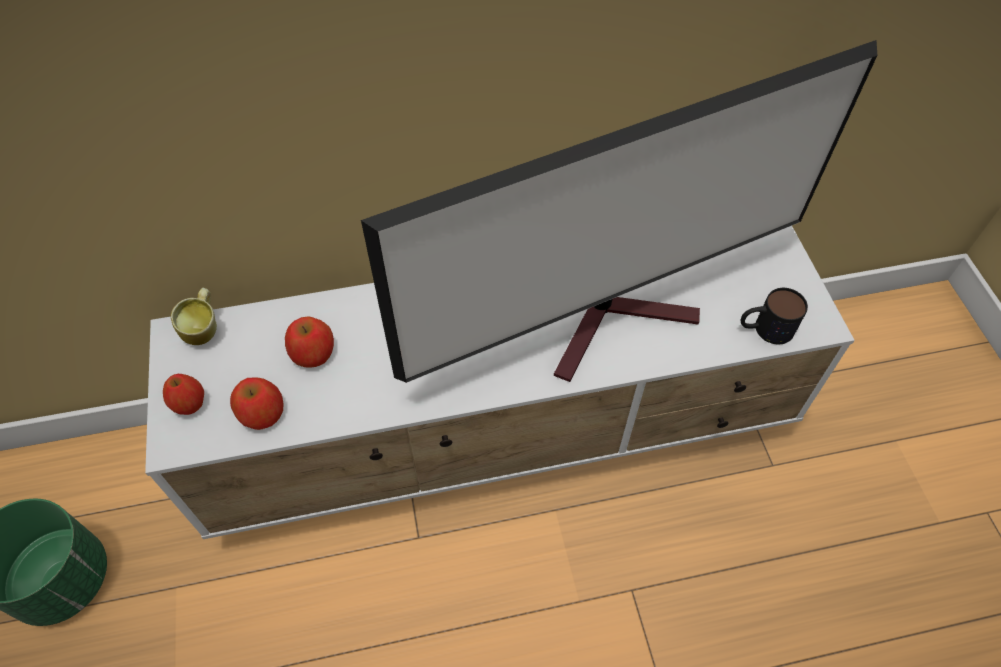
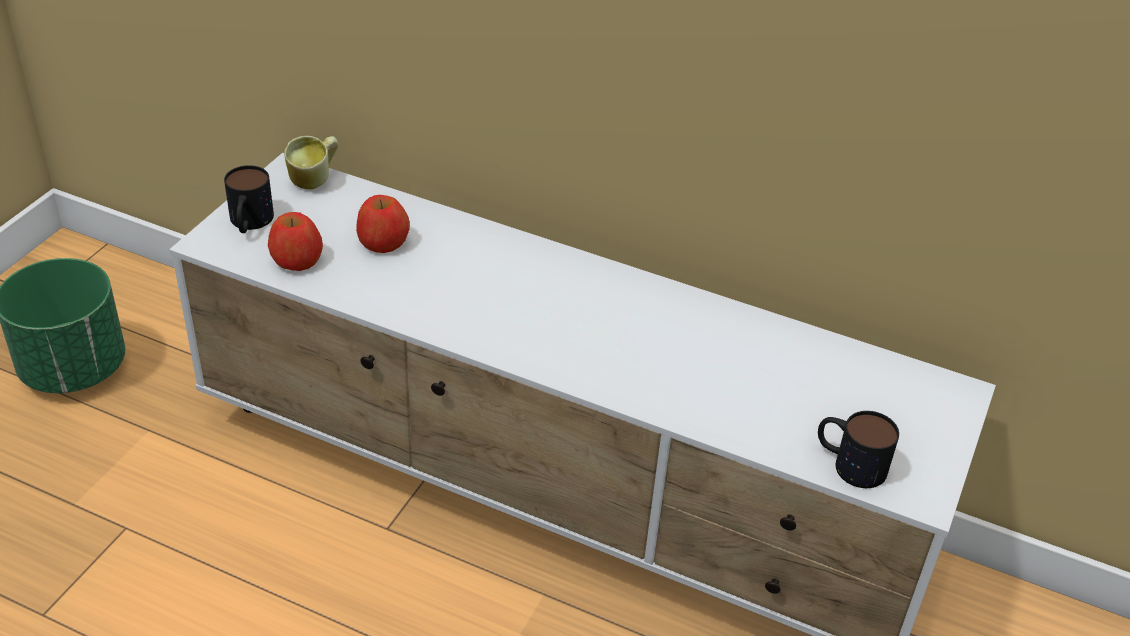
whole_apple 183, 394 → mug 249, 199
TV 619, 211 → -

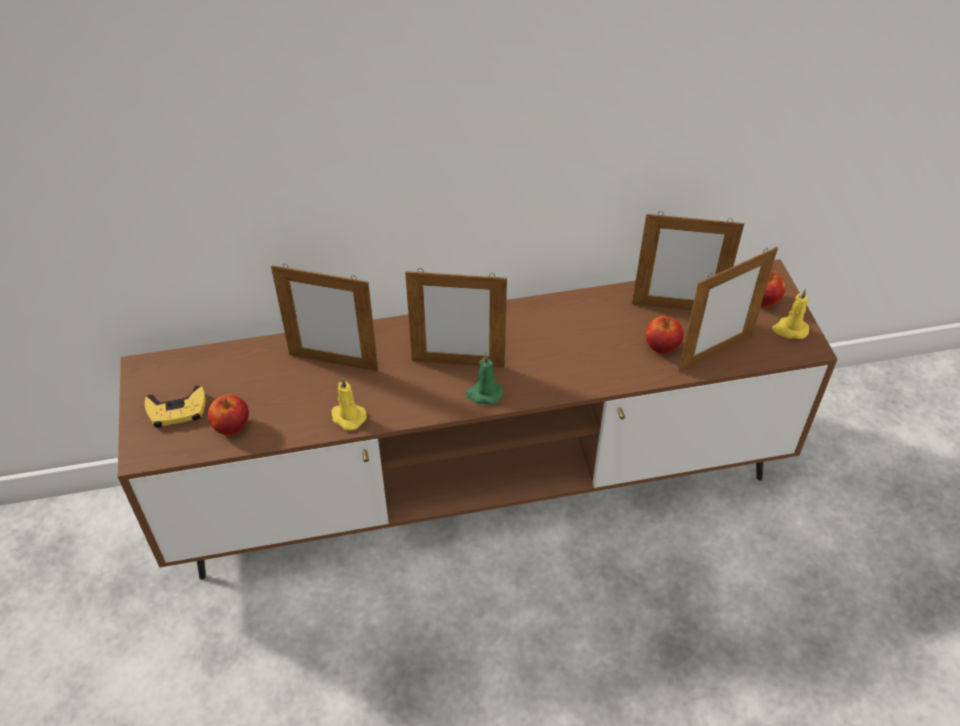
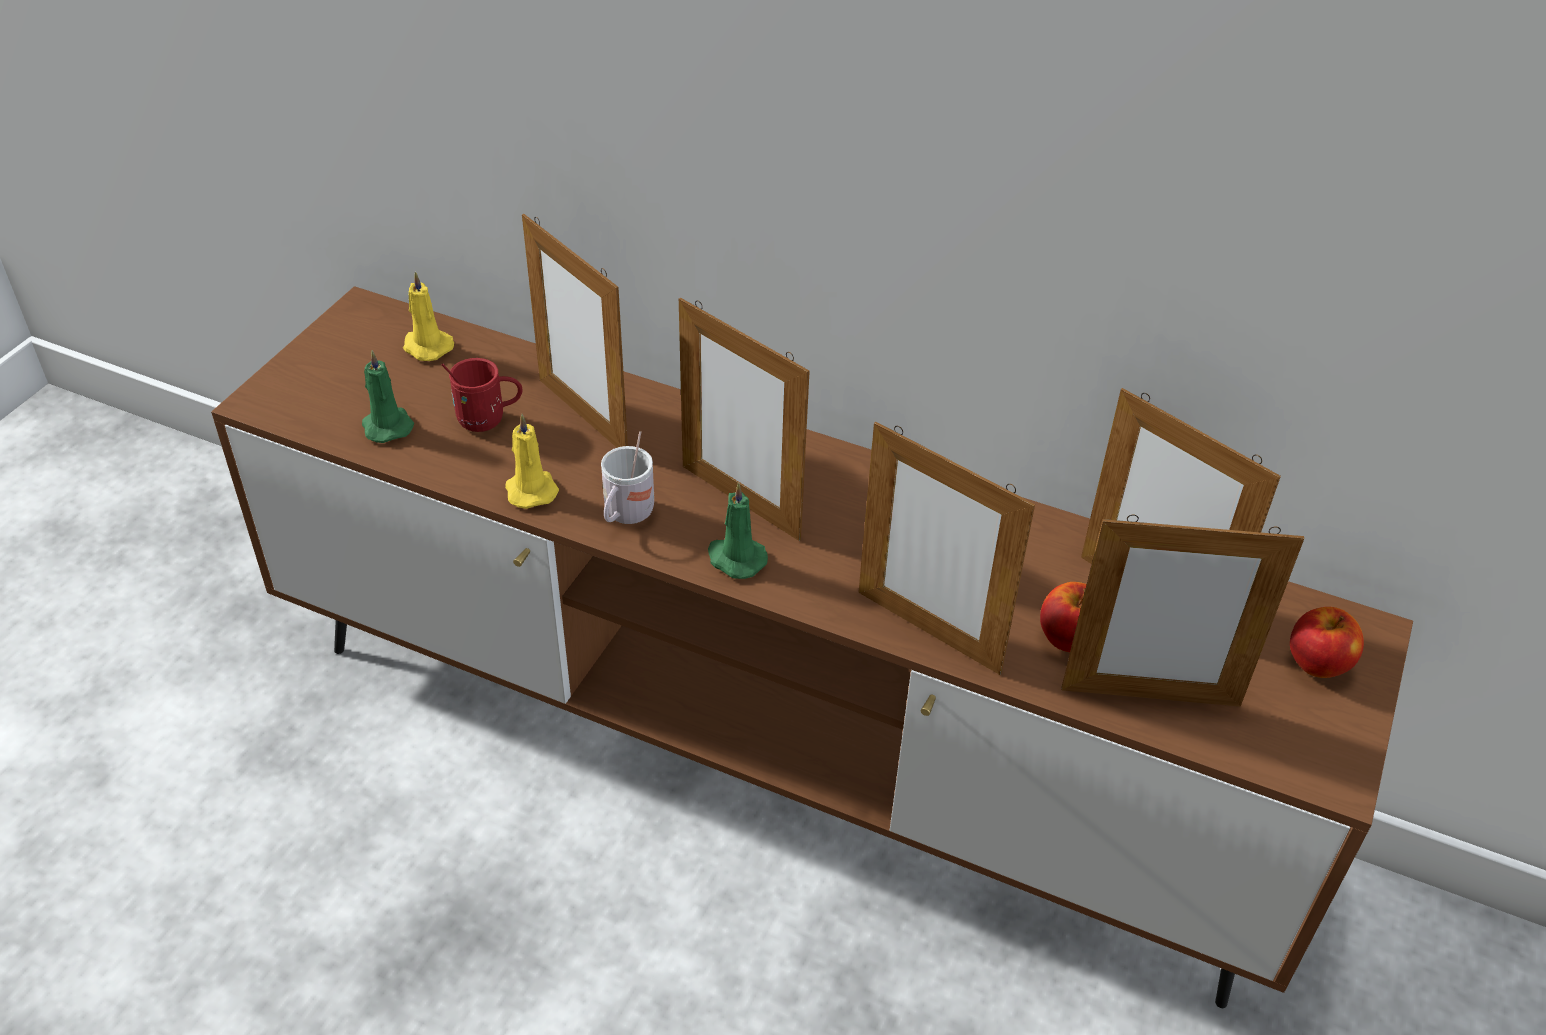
whole_apple 228, 415 → greenish_candle 388, 396
yellow-coloured_candle 790, 314 → yellow-coloured_candle 428, 316, move
- → red-coloured_mug 482, 395
- → whitish_mug 627, 477
- → photo_frame 946, 548
yellow-coloured_joypad 175, 406 → -

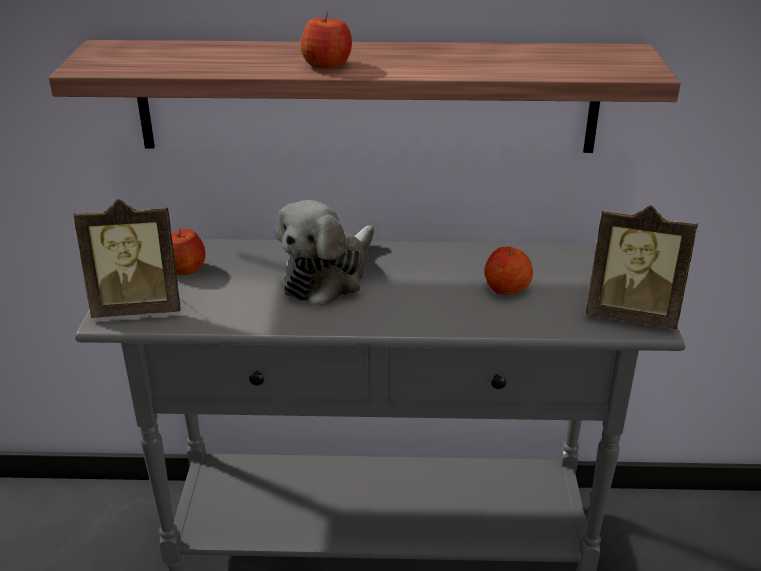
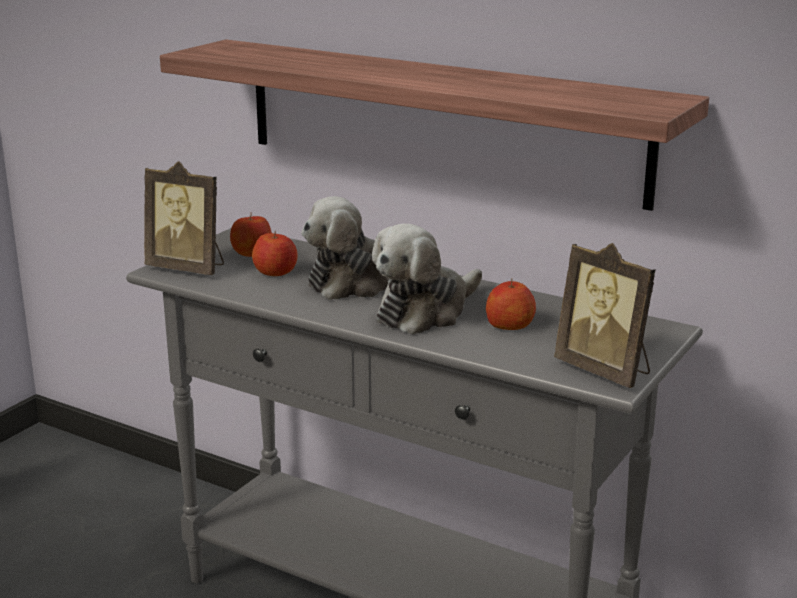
whole_apple 326, 40 → whole_apple 275, 253, move
- → soft_toy 427, 279

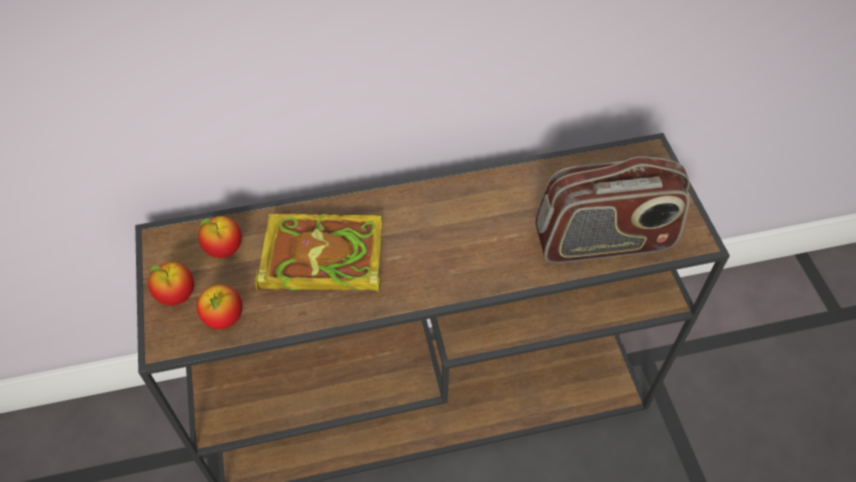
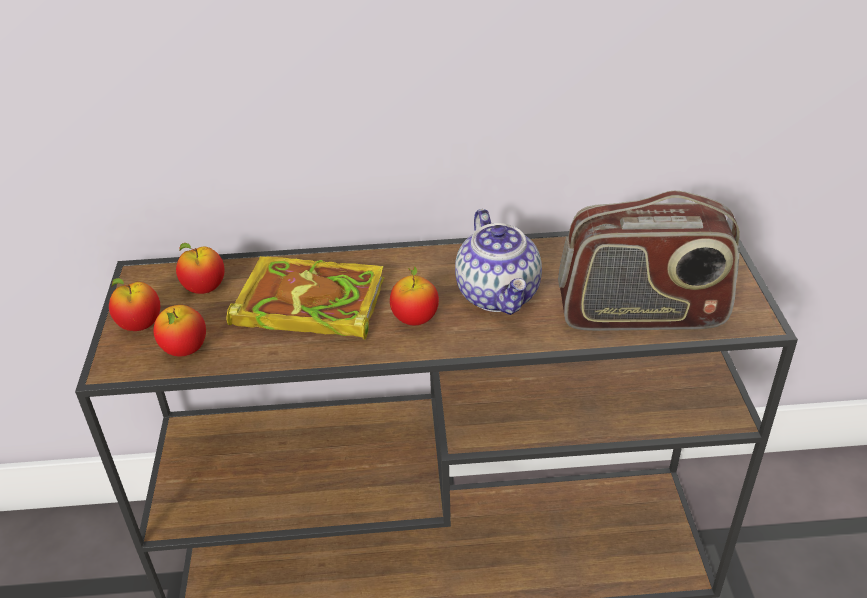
- → whole_apple 414, 295
- → teapot 498, 262

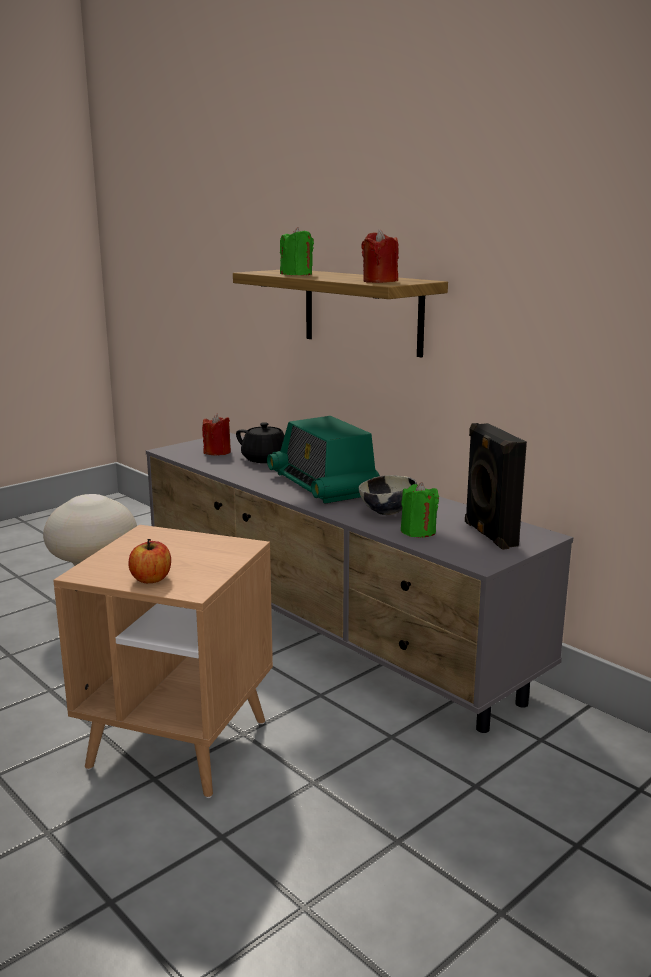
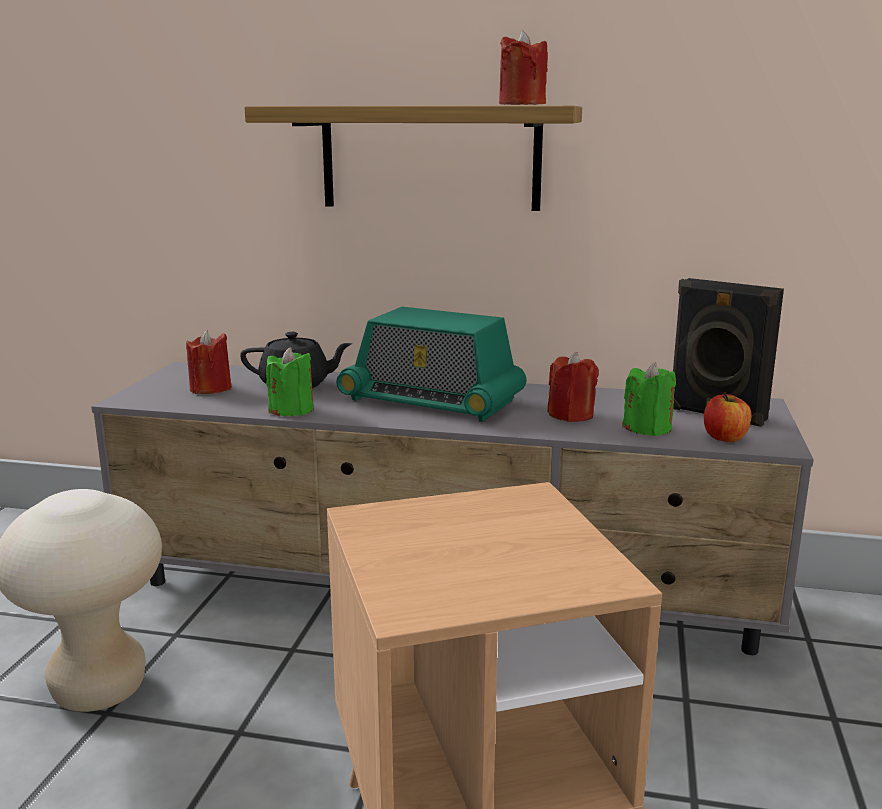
greenish_candle 297, 251 → greenish_candle 290, 381, move
bowl 387, 495 → red-coloured_candle 573, 387
whole_apple 149, 561 → whole_apple 728, 417, move

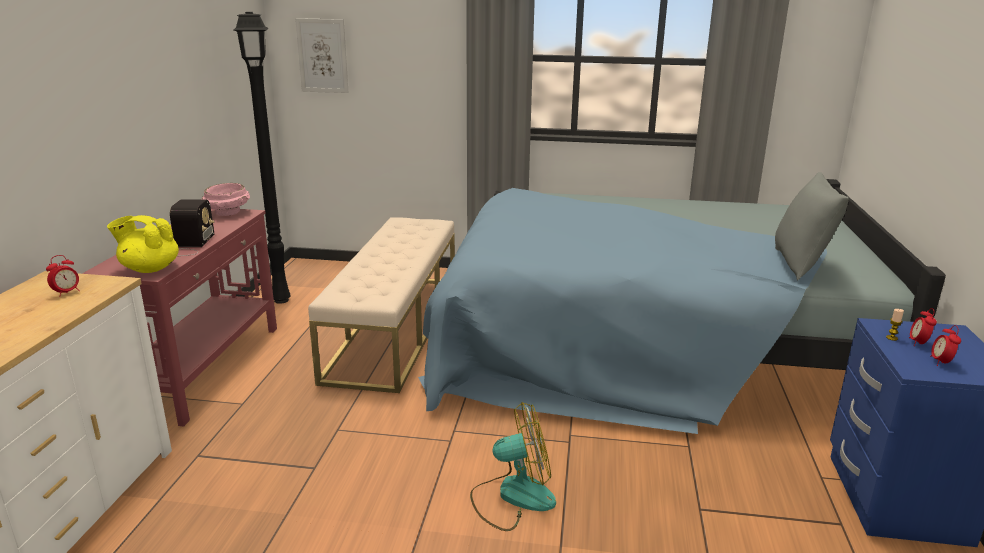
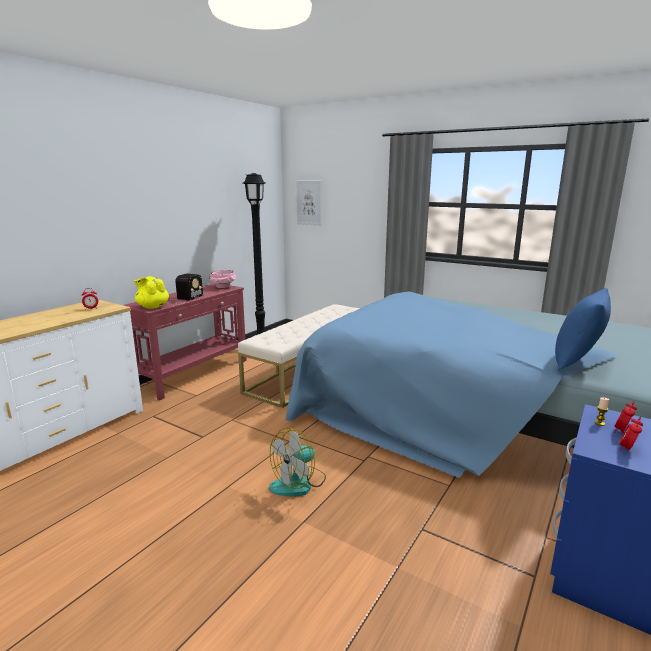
electric_fan 513, 466 → electric_fan 297, 462, 120 degrees clockwise
greyish_throw_pillow 812, 226 → blue_throw_pillow 583, 329

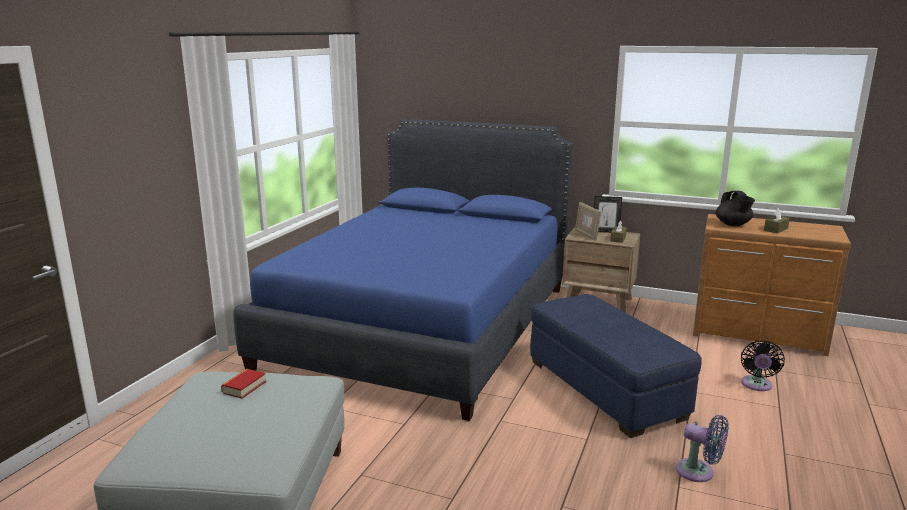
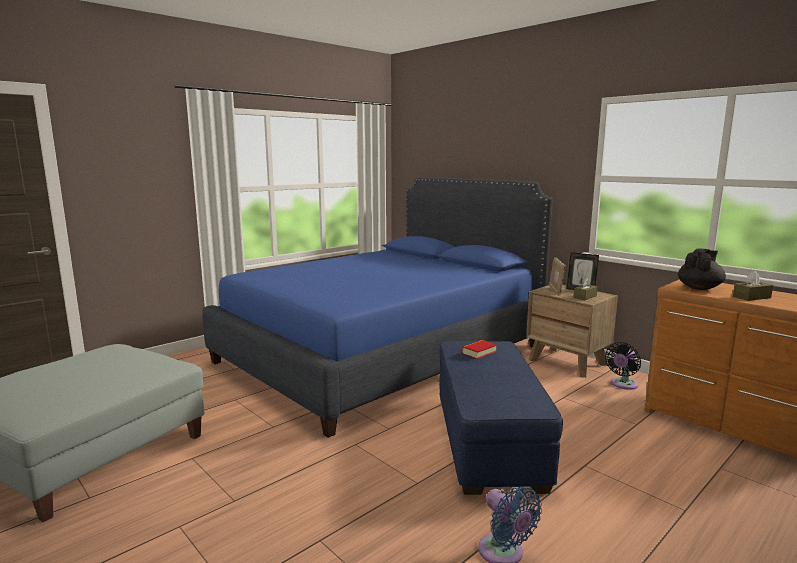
book 243, 384 → book 479, 349, move
blackish_electric_fan 763, 365 → blackish_electric_fan 623, 366, move
blackish_teapot 735, 208 → blackish_teapot 702, 269, 150 degrees counterclockwise

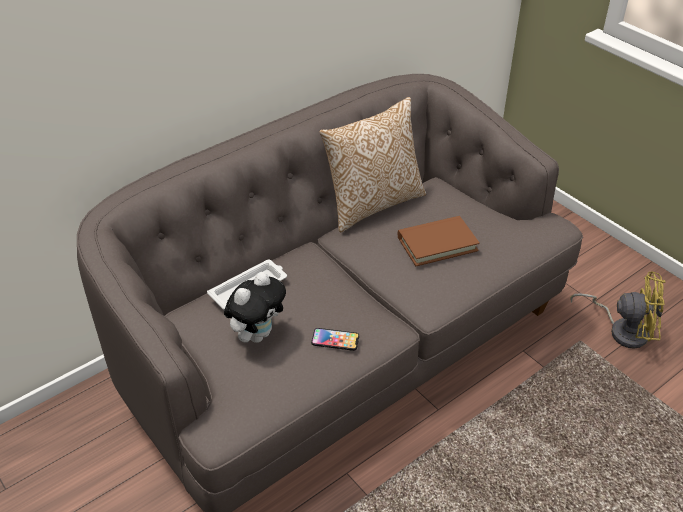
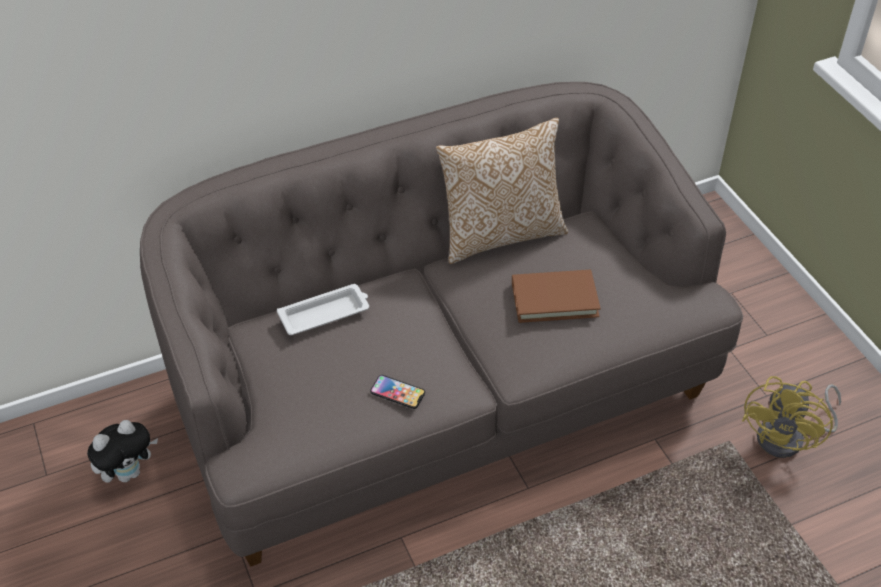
soft_toy 255, 307 → soft_toy 122, 451, move
yellow-coloured_electric_fan 617, 310 → yellow-coloured_electric_fan 791, 417, 90 degrees clockwise

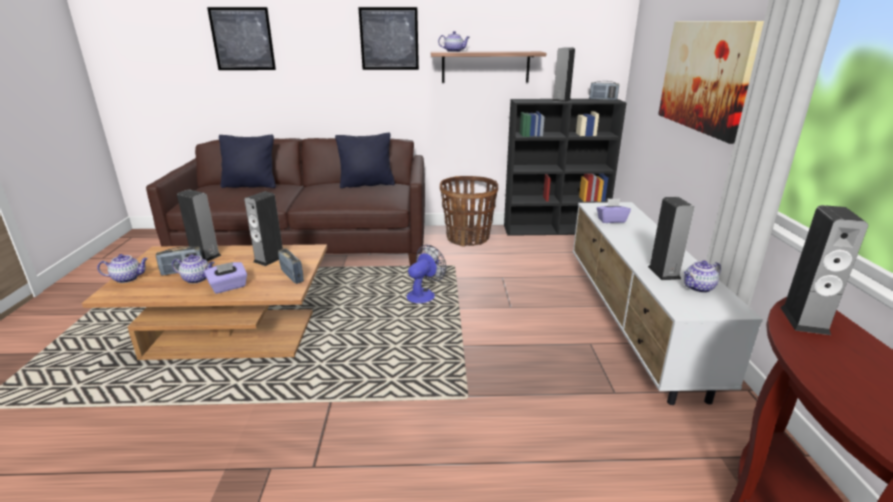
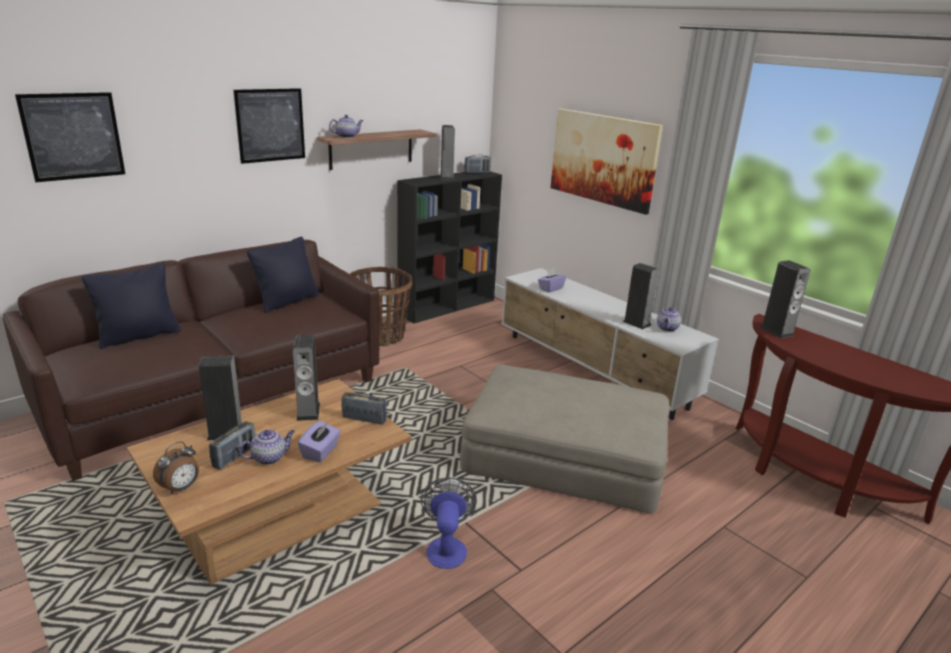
teapot 122, 268 → alarm_clock 176, 467
electric_fan 426, 274 → electric_fan 449, 523, move
- → beige-coloured_ottoman 564, 439

